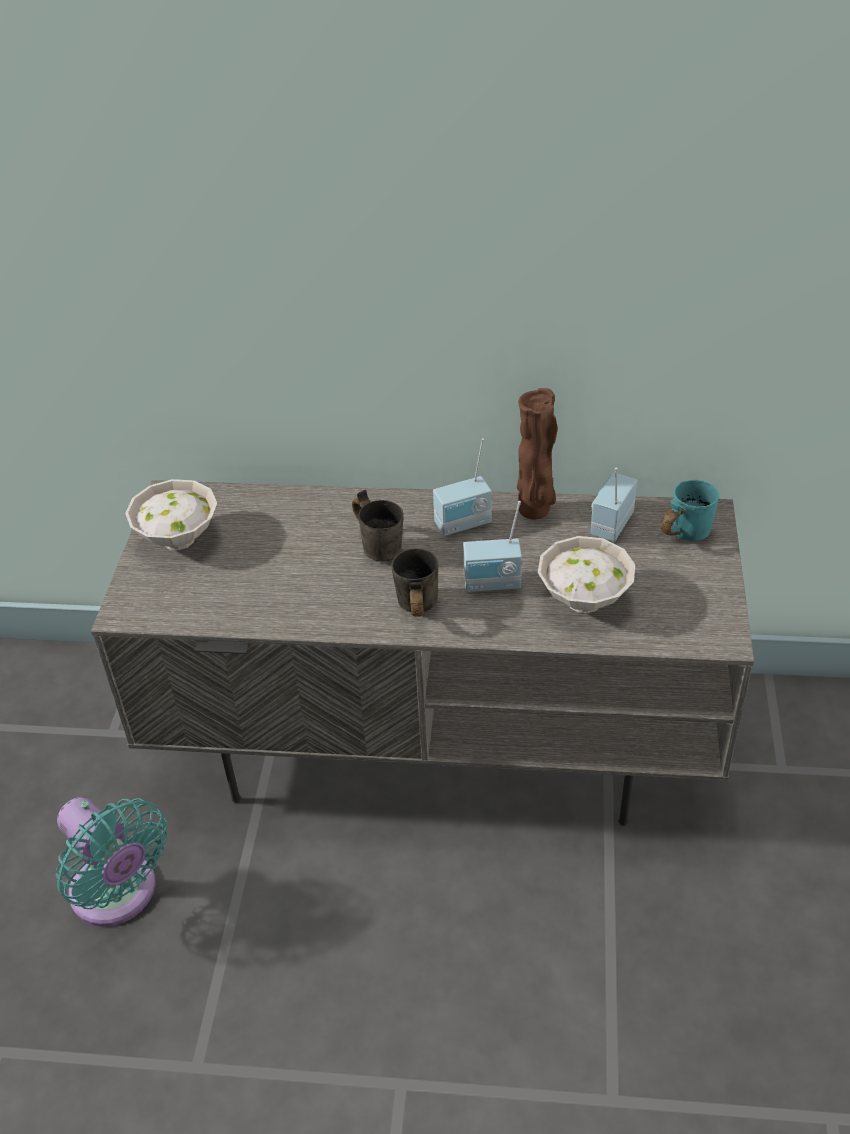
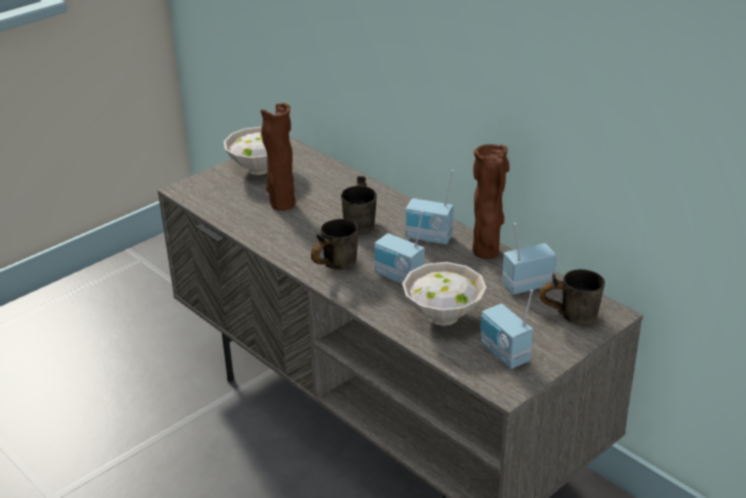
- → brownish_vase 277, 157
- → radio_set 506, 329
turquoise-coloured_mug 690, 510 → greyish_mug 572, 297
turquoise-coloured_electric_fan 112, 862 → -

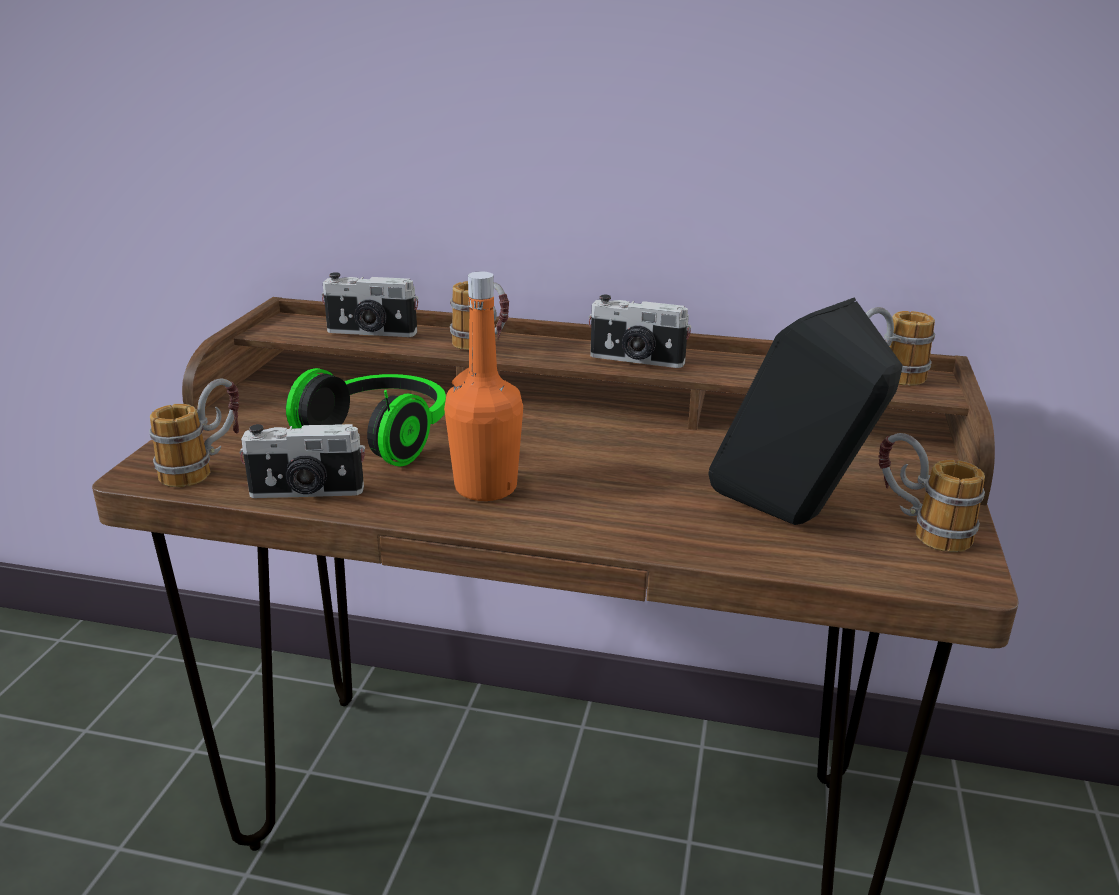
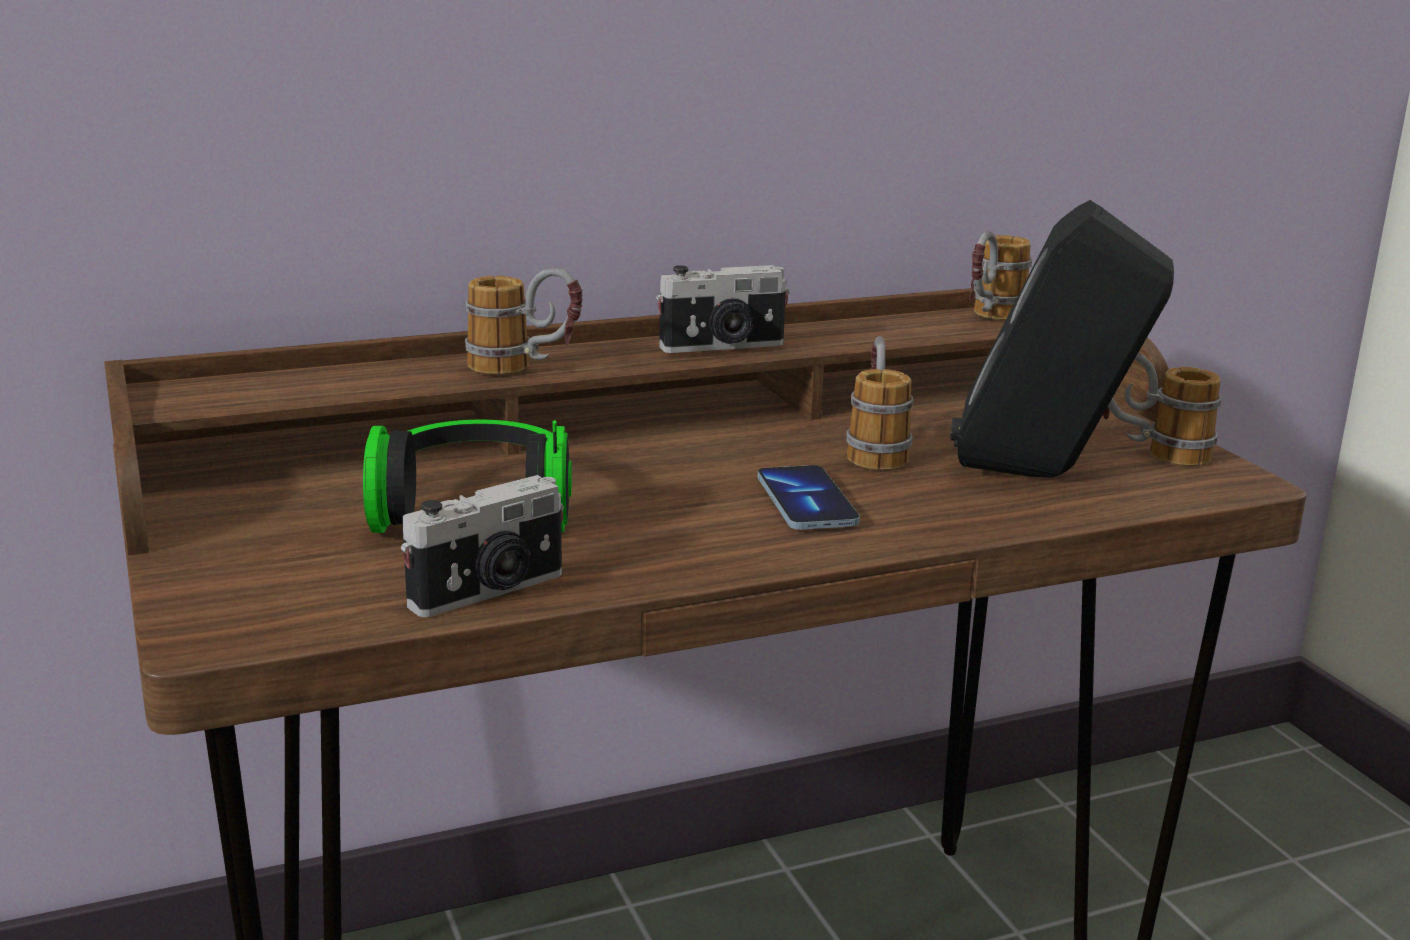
- → handset 809, 497
mug 194, 432 → mug 880, 403, move
photo_camera 370, 304 → -
orange-coloured_drink_bottle 483, 386 → -

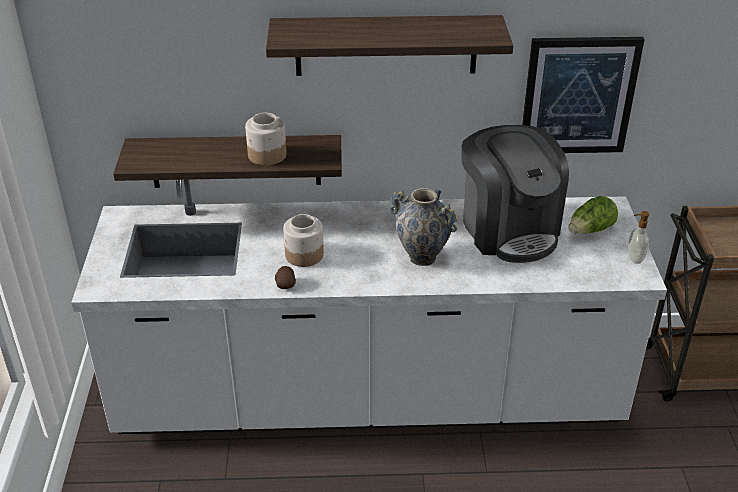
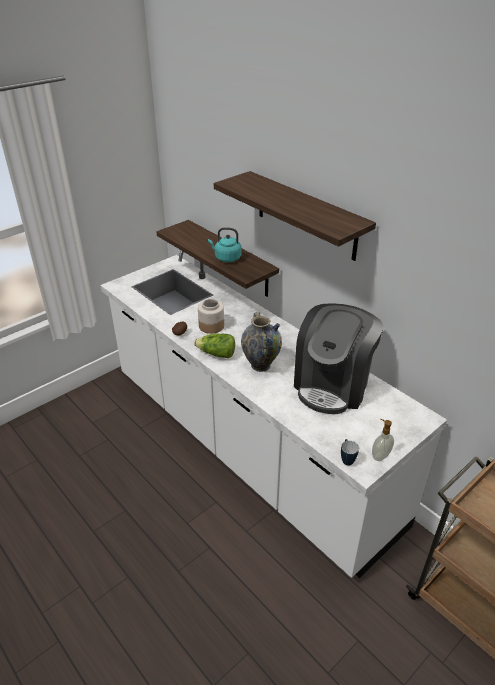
head_of_lettuce 593, 215 → head_of_lettuce 214, 346, move
jar 265, 139 → turquoise-coloured_kettle 225, 244
- → mug 350, 452
wall_art 583, 95 → -

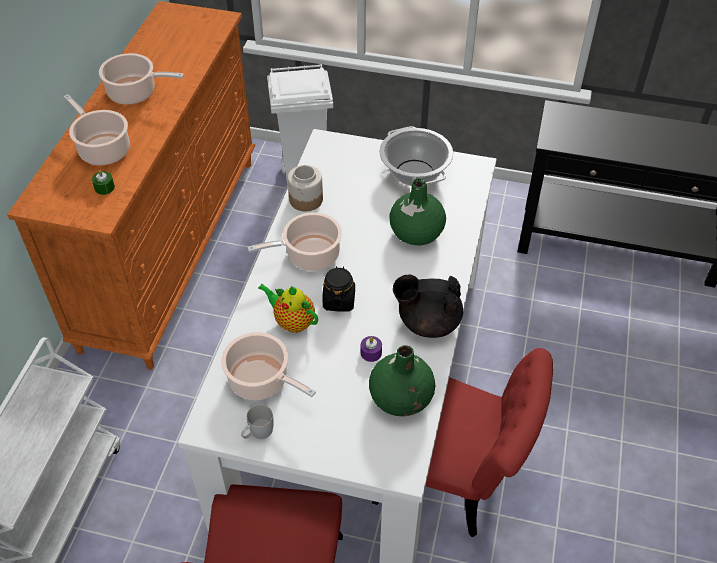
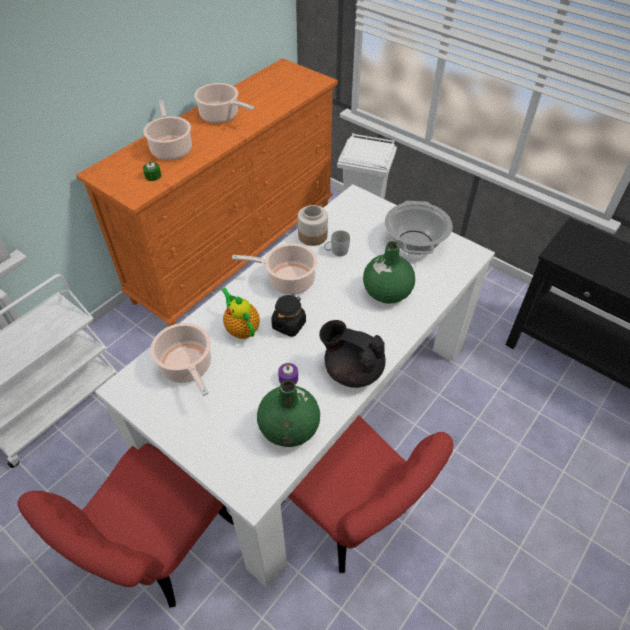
whitish_mug 257, 422 → whitish_mug 337, 243, move

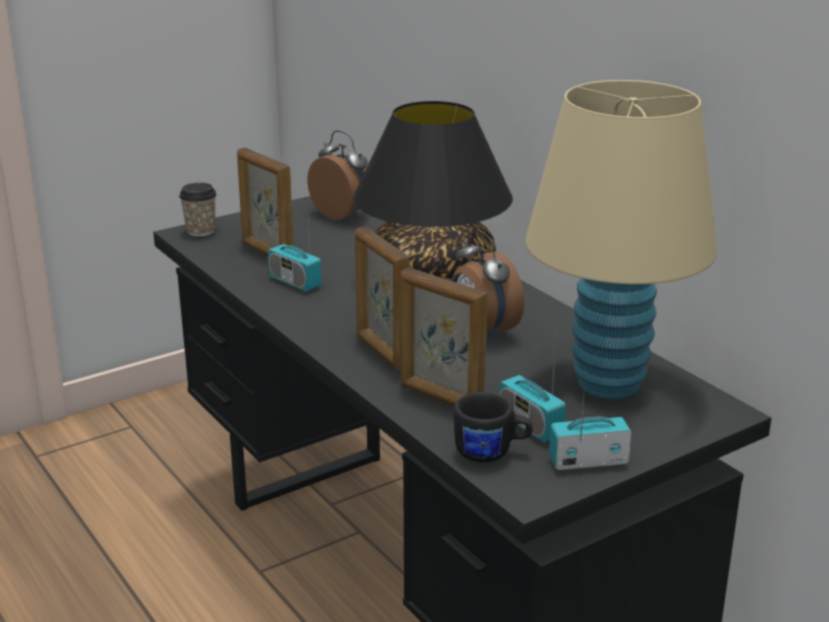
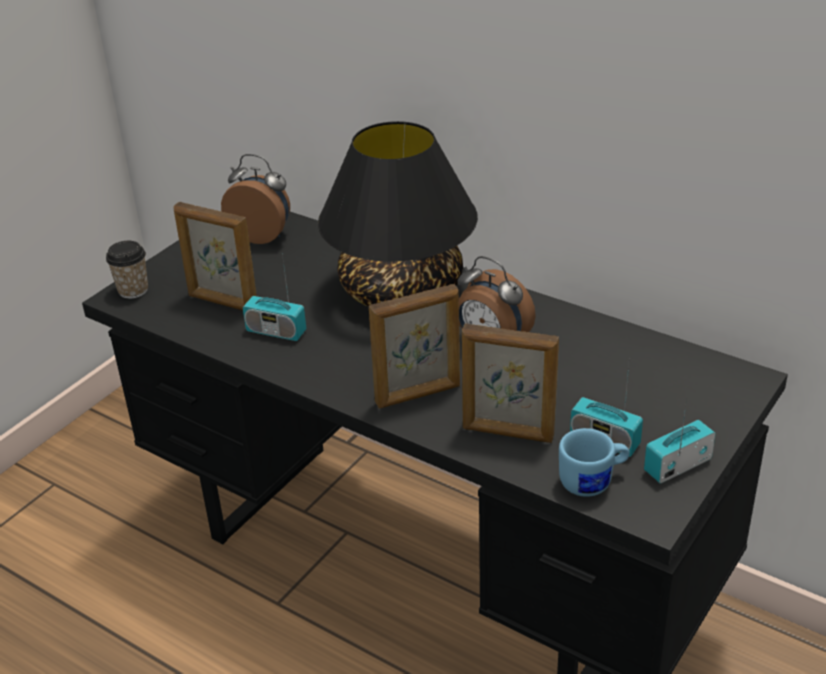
photo_frame 382, 298 → photo_frame 414, 346, 60 degrees counterclockwise
blackish_mug 493, 427 → blue_mug 594, 462
beige-coloured_lamp_for_a_table 621, 239 → -

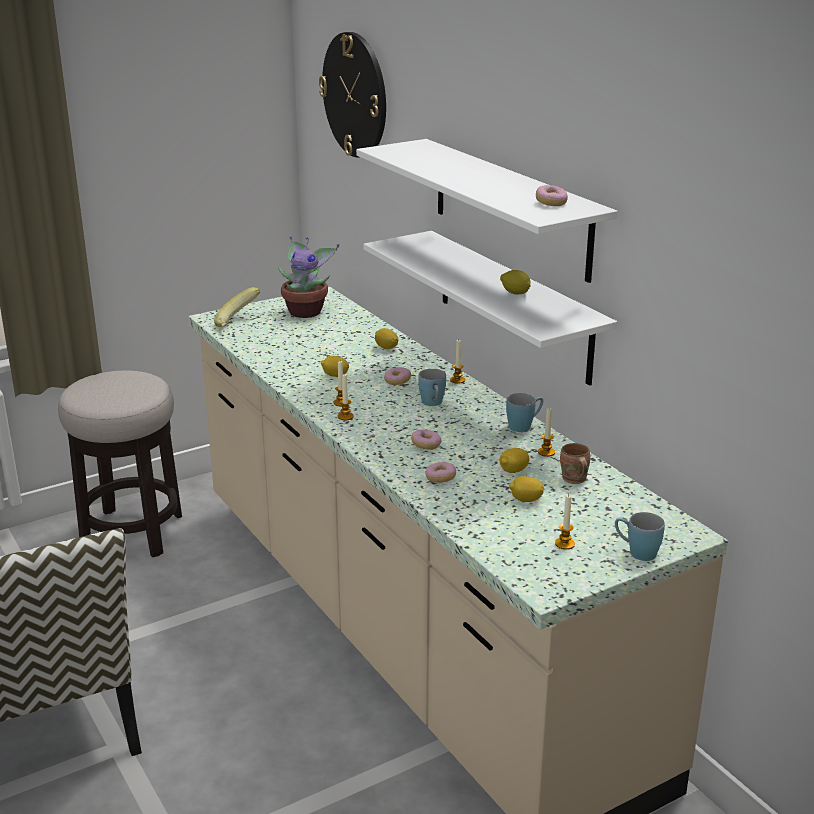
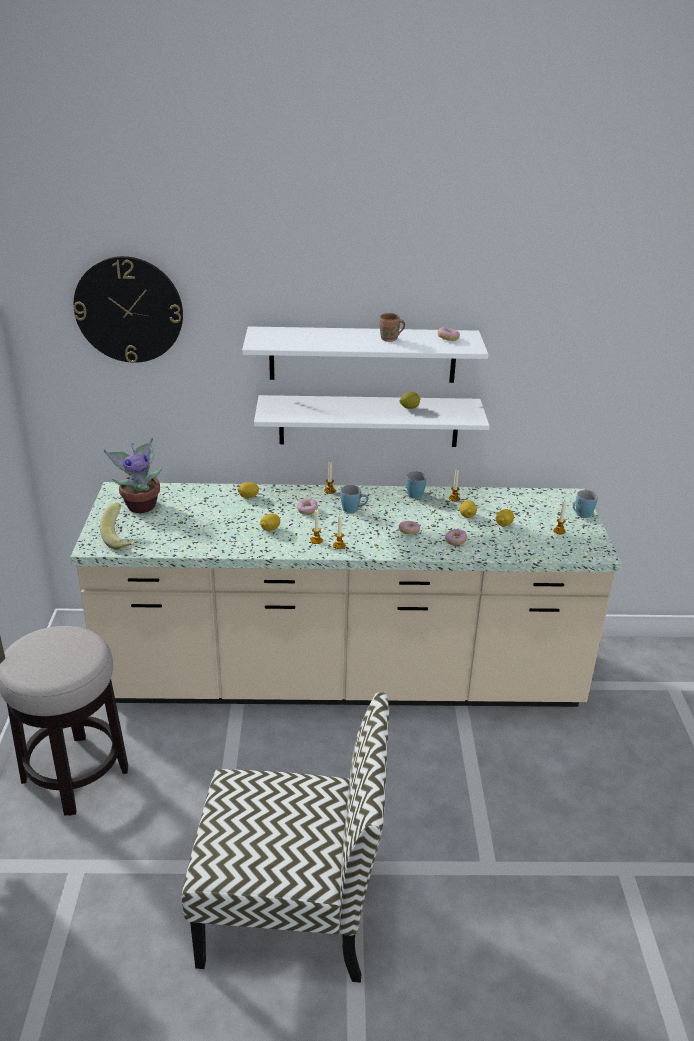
brownish_mug 575, 463 → brownish_mug 392, 327, move

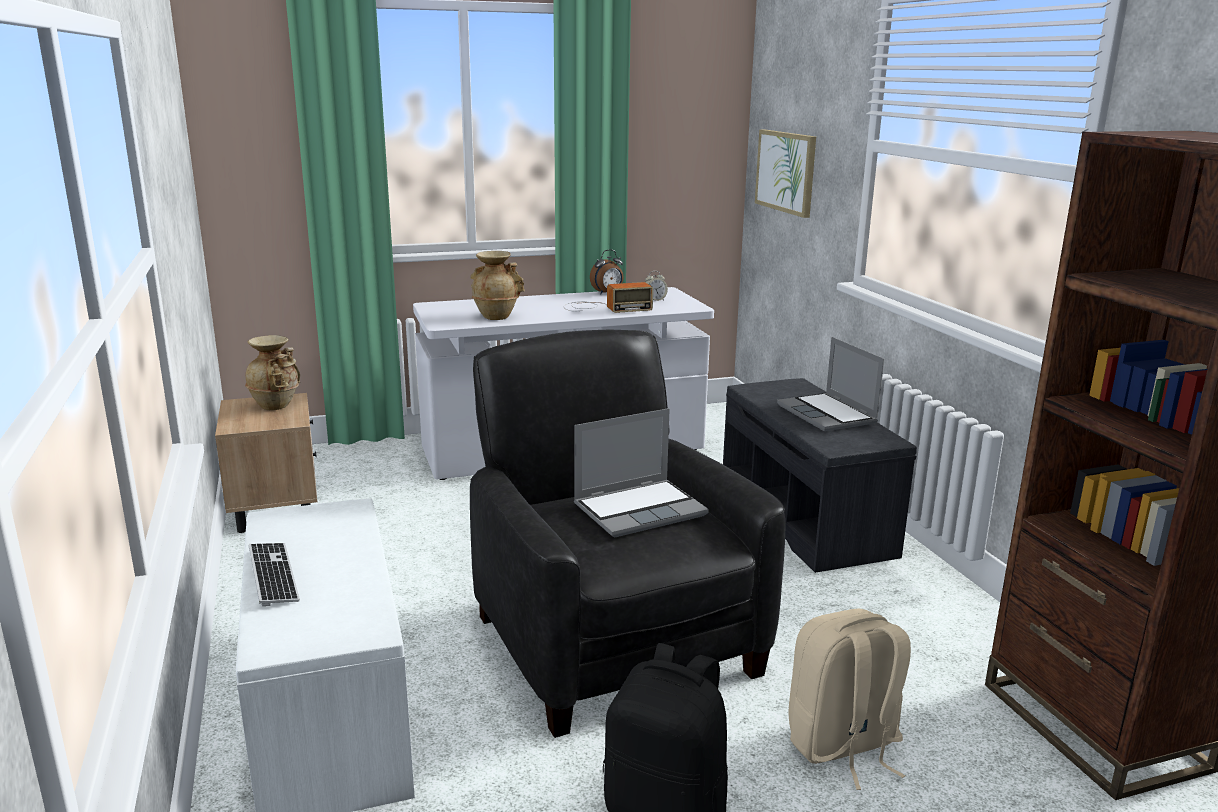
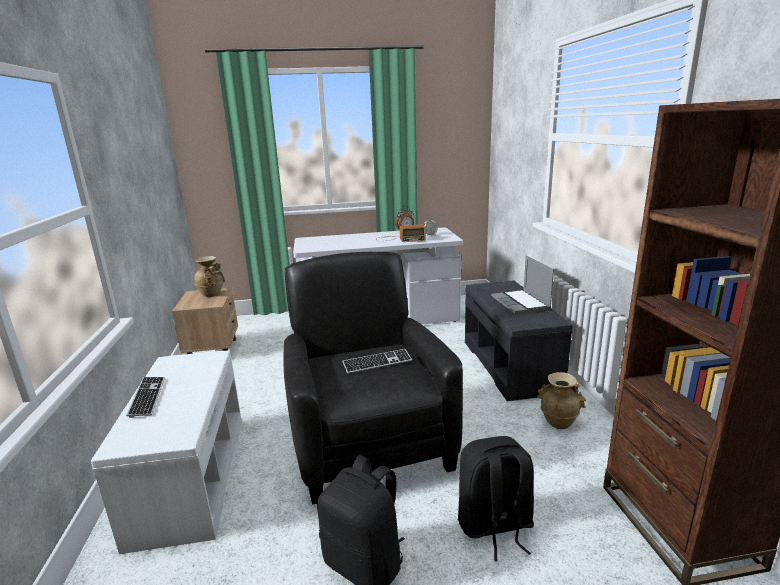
laptop 641, 473 → PC_keyboard 377, 361
beige-coloured_backpack 850, 699 → blackish_backpack 496, 498
beige-coloured_vase 497, 285 → beige-coloured_vase 561, 400, move
wall_art 785, 173 → -

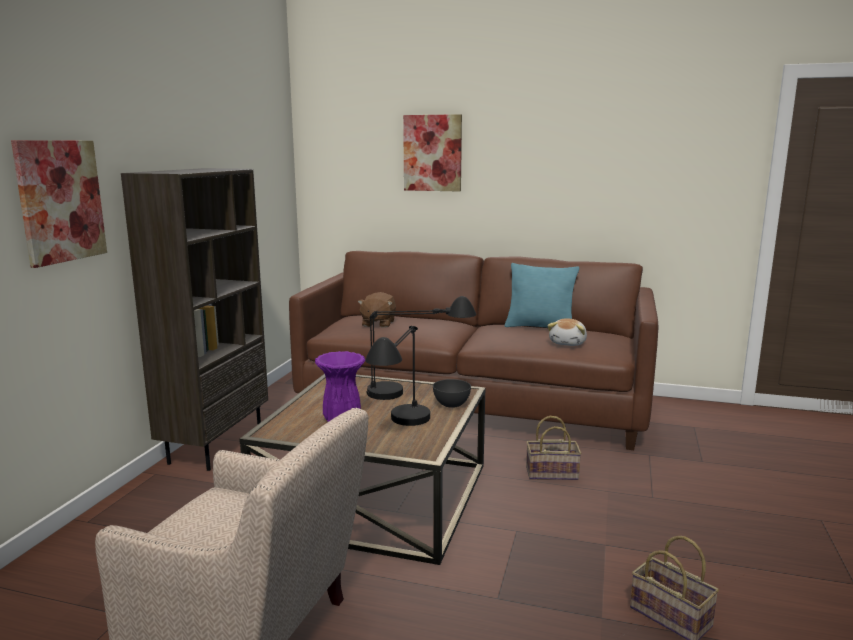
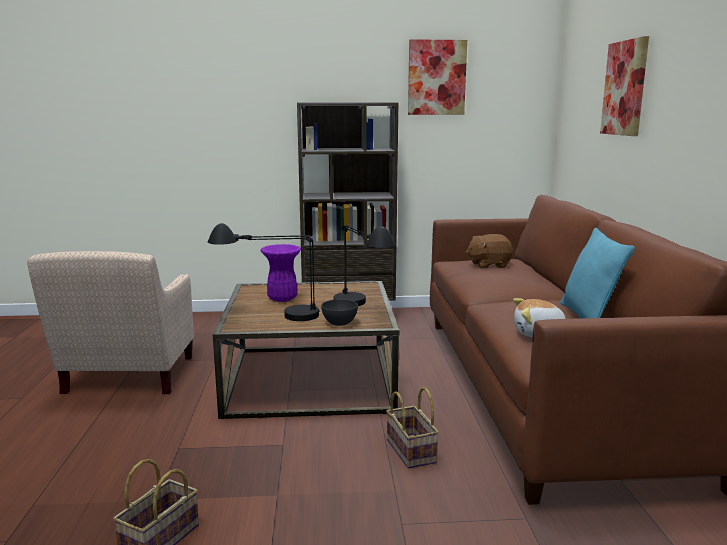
wall_art 59, 204 → wall_art 437, 77, move

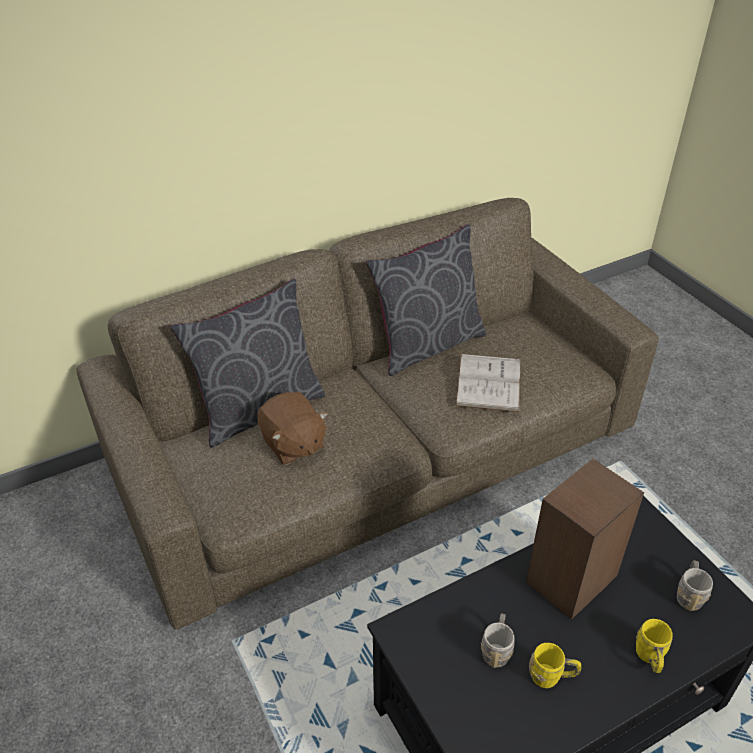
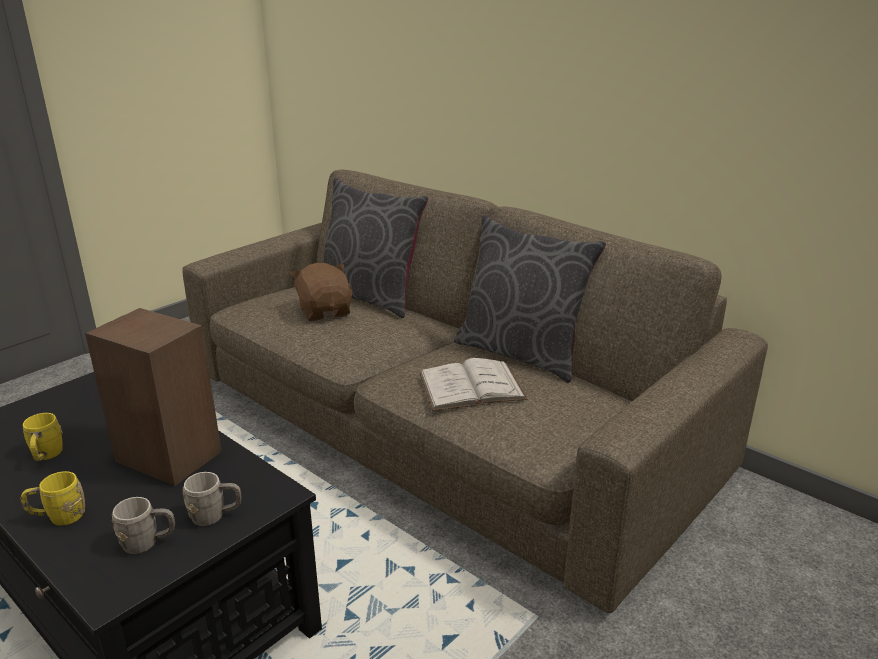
greyish_mug 497, 640 → greyish_mug 211, 499, move
brownish_soft_toy 293, 428 → brownish_soft_toy 321, 292, 120 degrees clockwise

